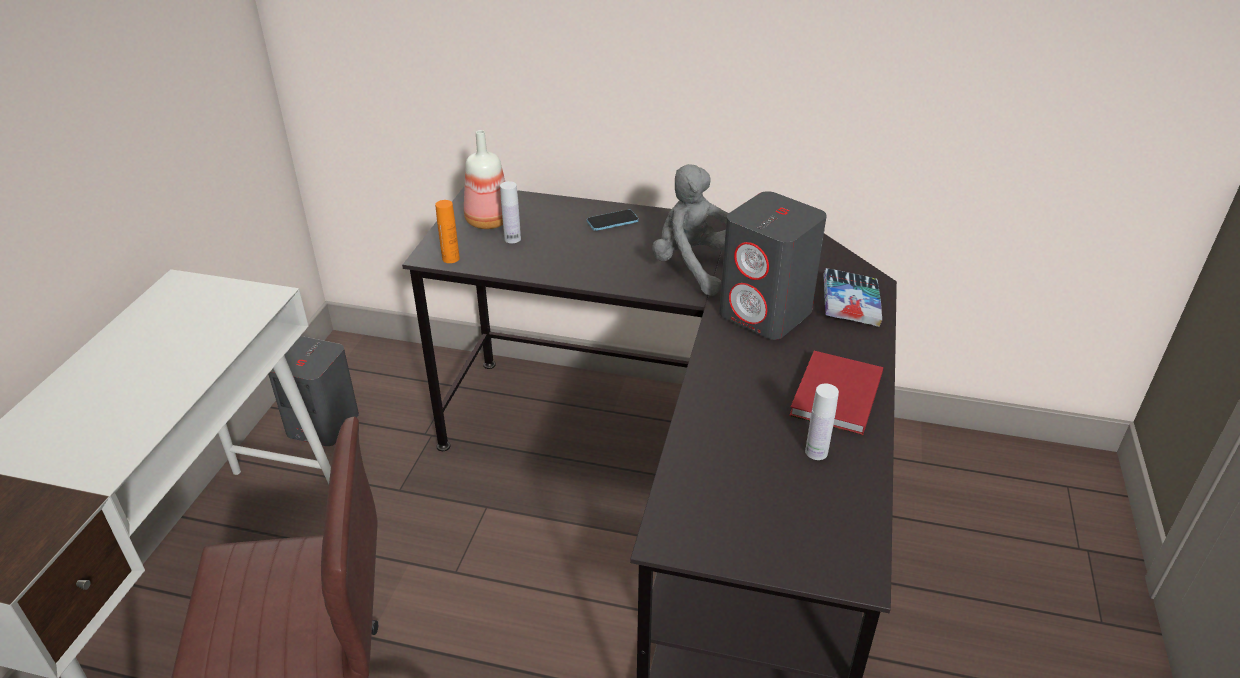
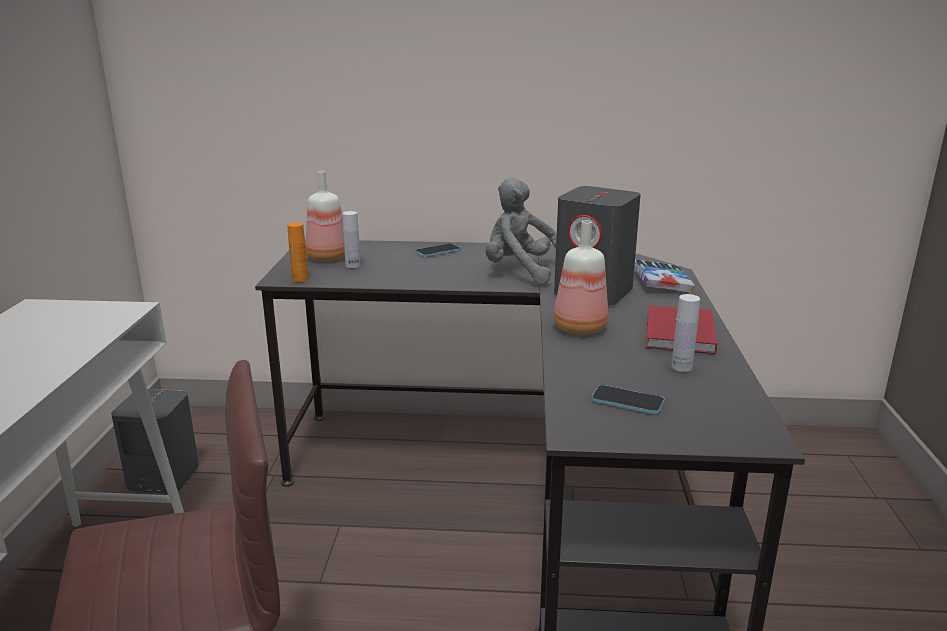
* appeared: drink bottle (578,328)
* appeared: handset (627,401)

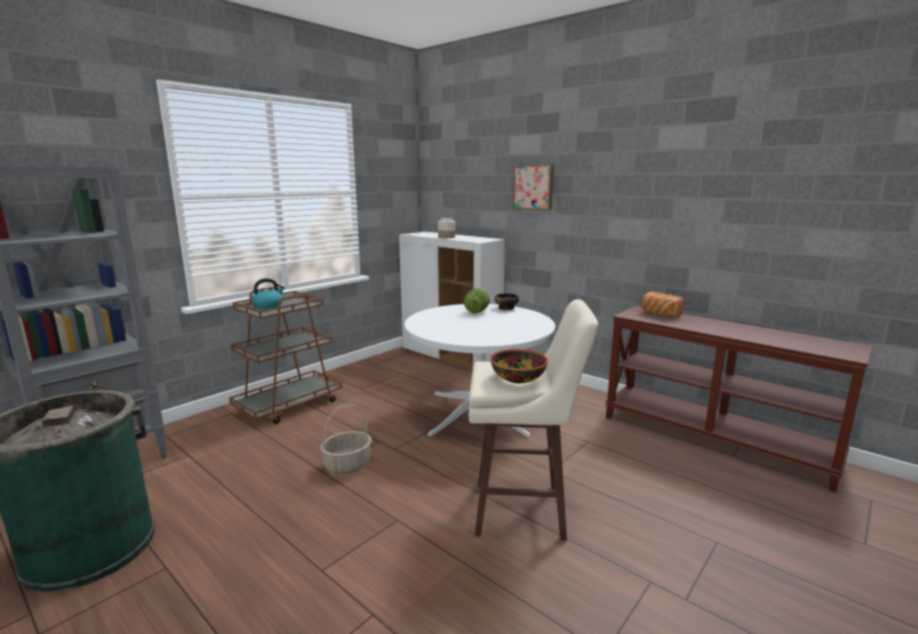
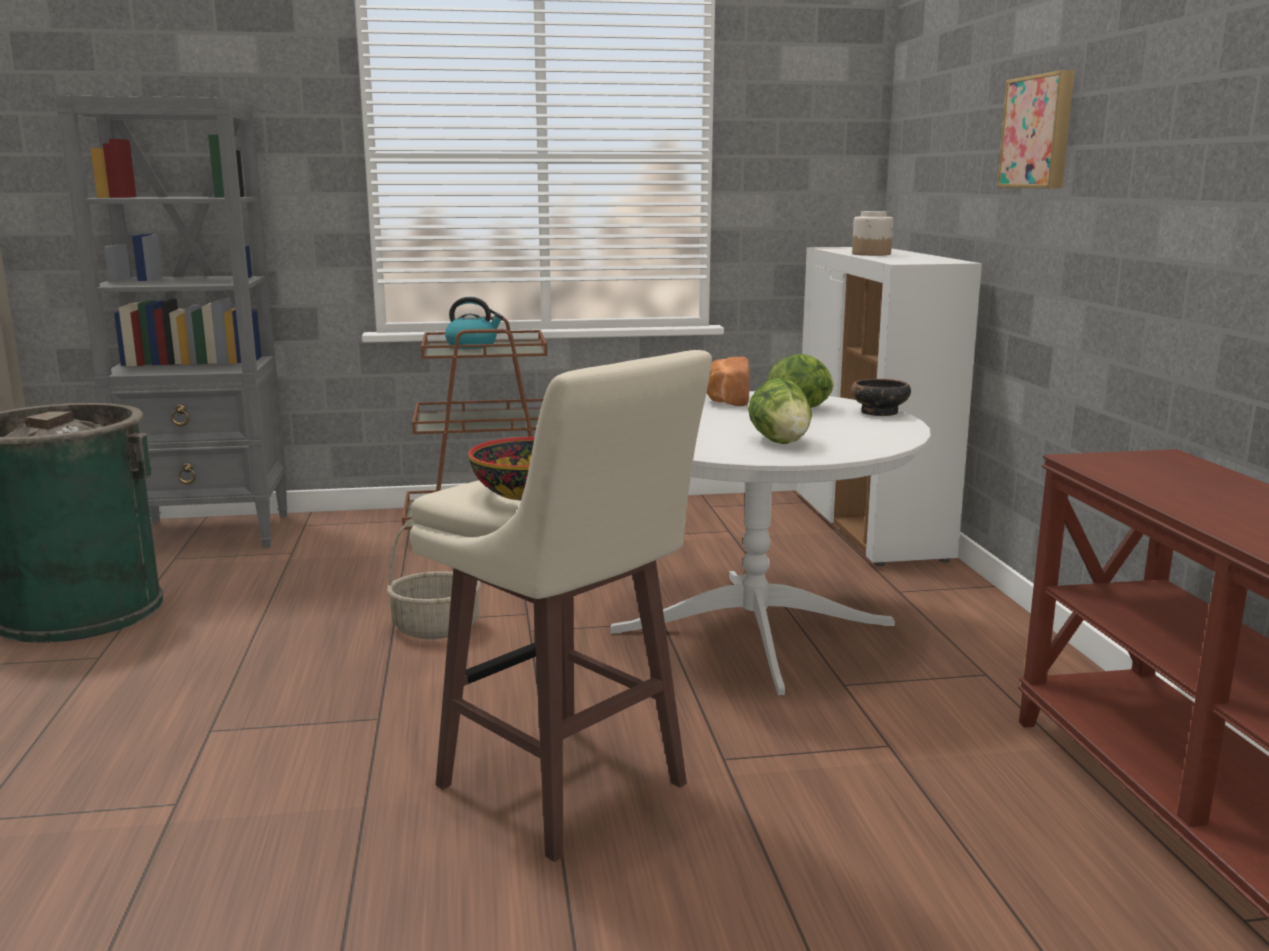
* relocated: bread (658,314) to (726,400)
* appeared: lettuce (780,442)

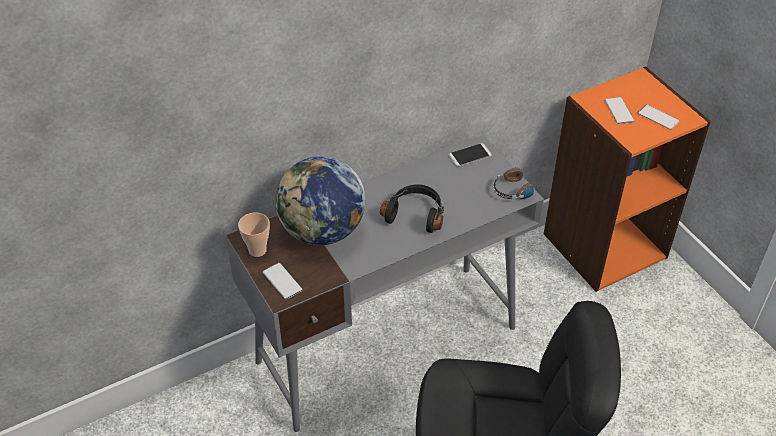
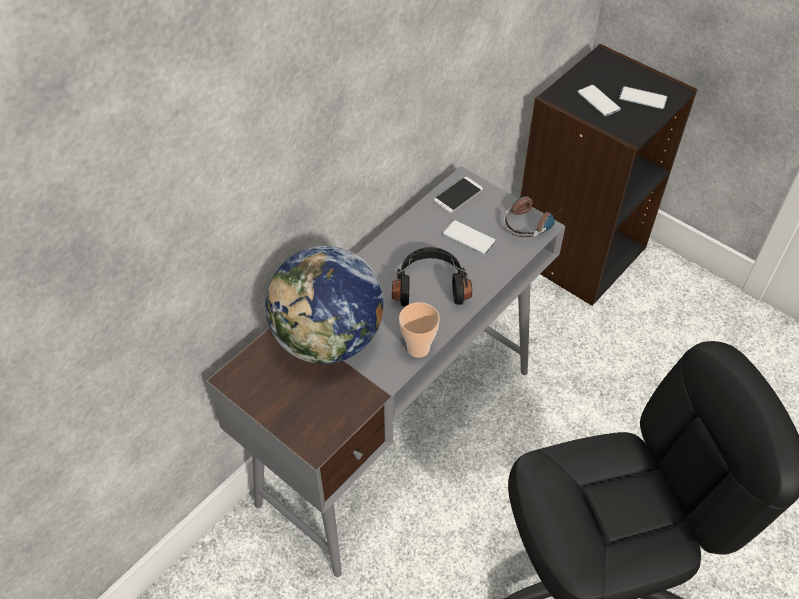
* colour: shelving unit/orangey (604,244) to shelving unit/blackish (577,251)
* relocated: small cup (257,250) to (418,348)
* relocated: handset (282,281) to (469,237)

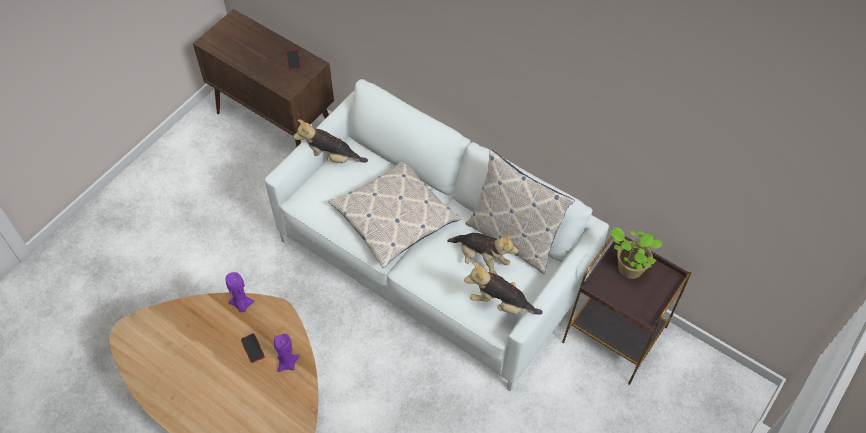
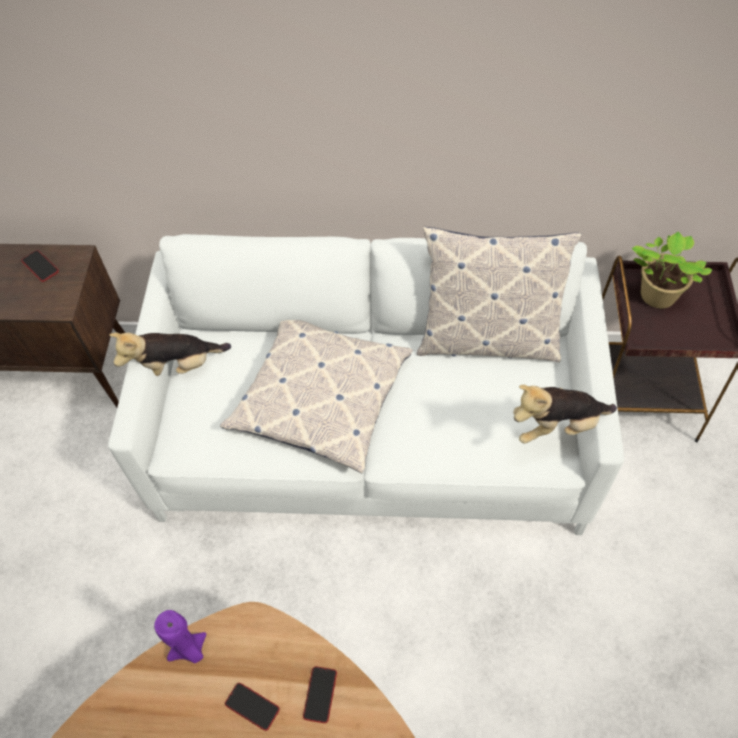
* missing: soft toy (481,259)
* exchanged: wax candle/purplish (287,363) to handset (320,694)

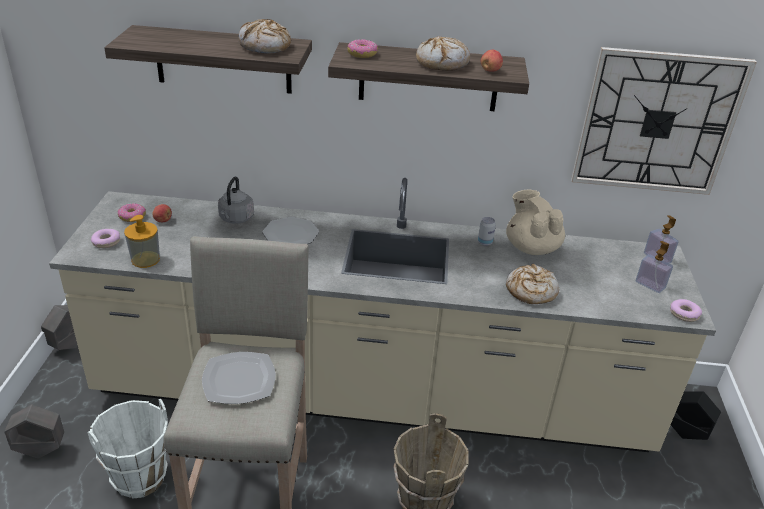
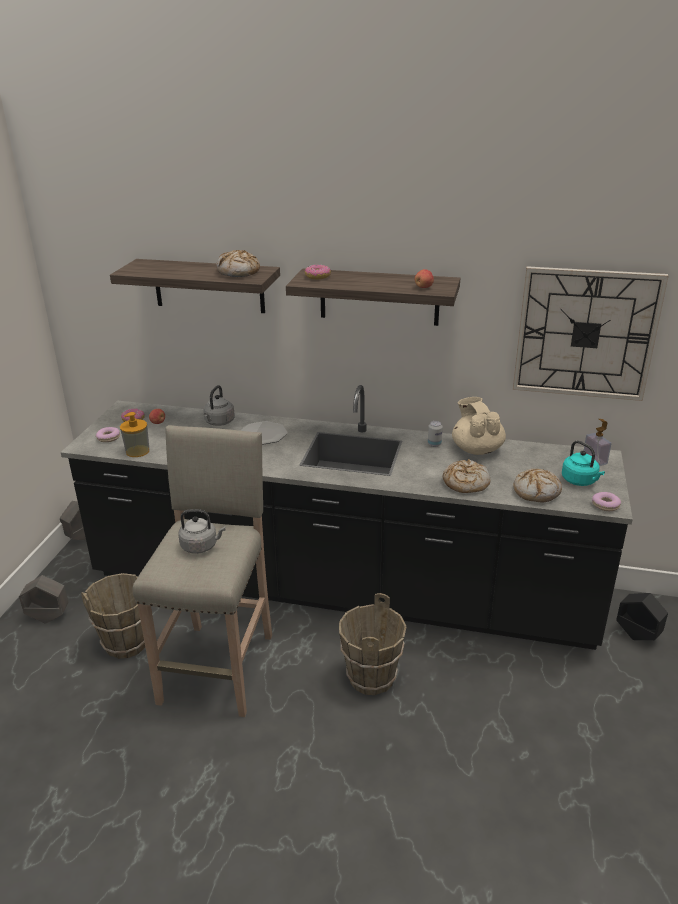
* relocated: bread (442,63) to (536,491)
* colour: kitchen base unit/beige-coloured (373,396) to kitchen base unit/blackish (340,589)
* exchanged: liquid soap bottle (650,285) to kettle/blue-green (580,481)
* exchanged: flat dish (239,379) to kettle/gray (201,546)
* colour: pail/white-coloured (139,477) to pail/brownish (126,643)

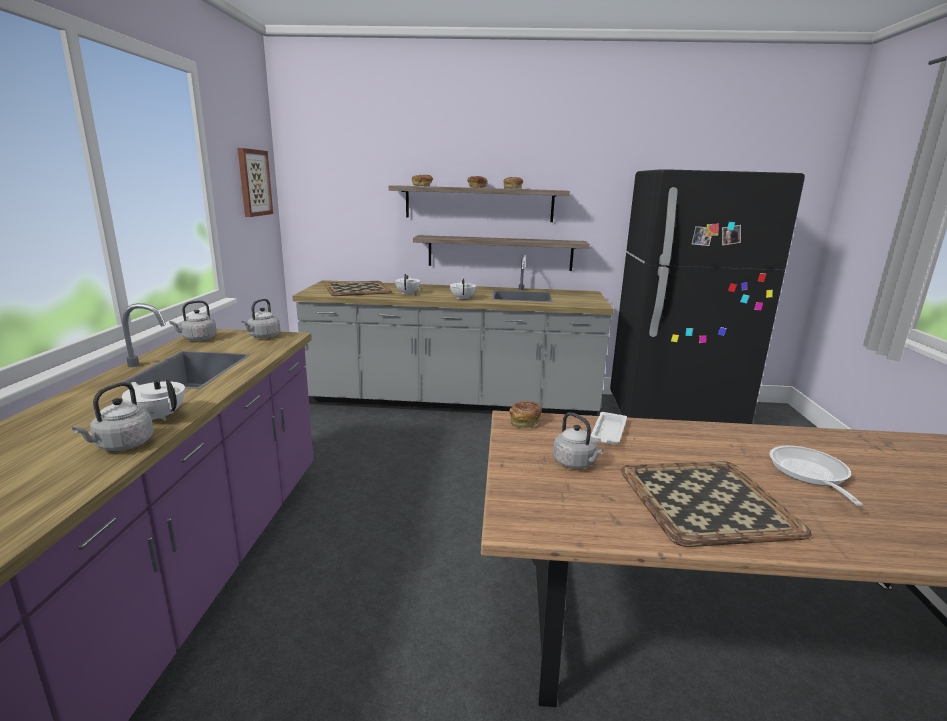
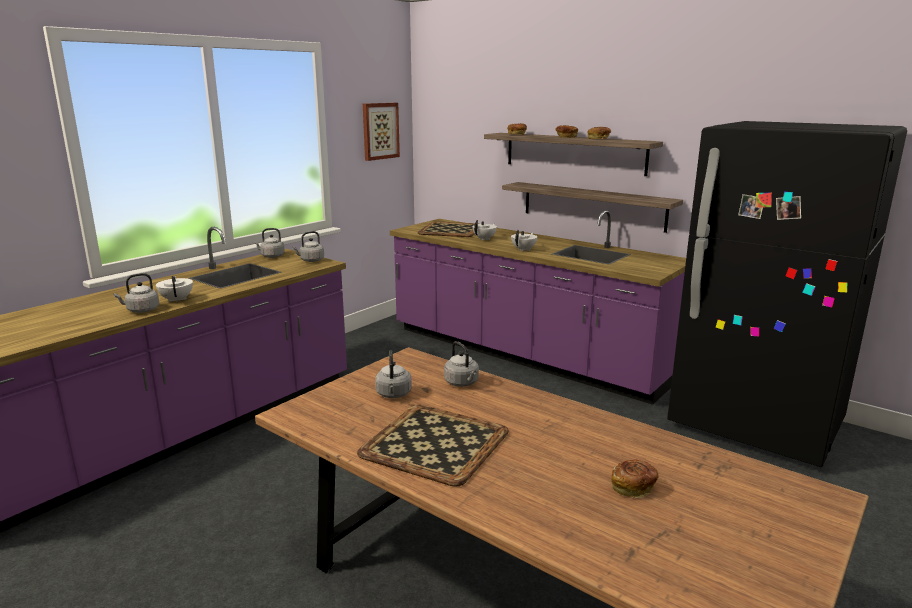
* colour: kitchen base unit/gray (453,402) to kitchen base unit/purplish (525,354)
* relocated: bread (525,422) to (633,487)
* exchanged: serving tray/white-coloured (608,432) to kettle/gray (462,383)
* missing: skillet (810,474)

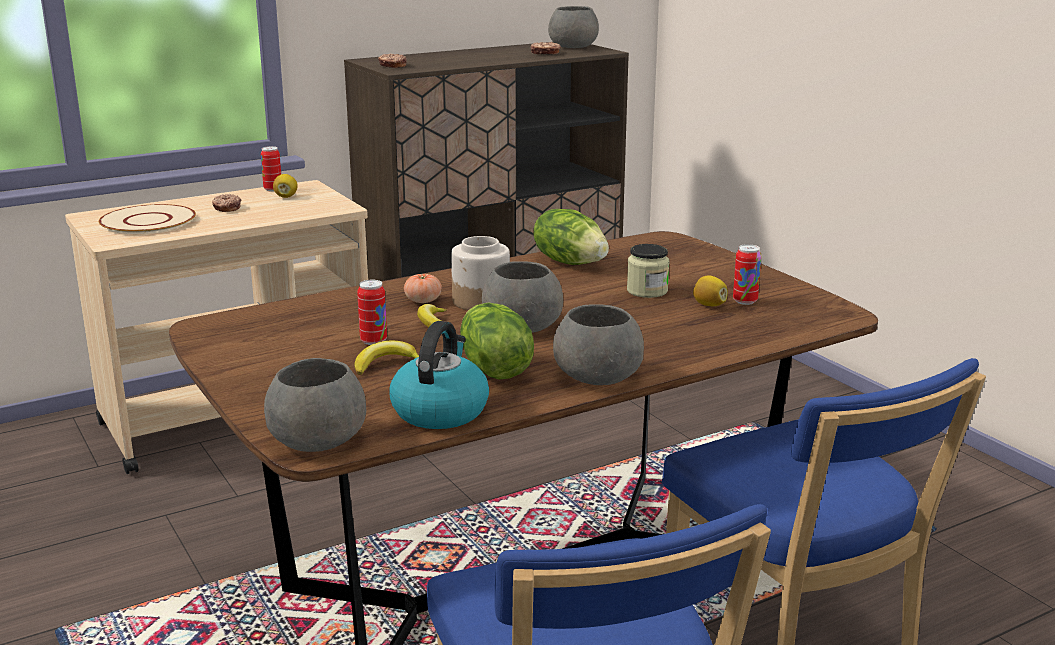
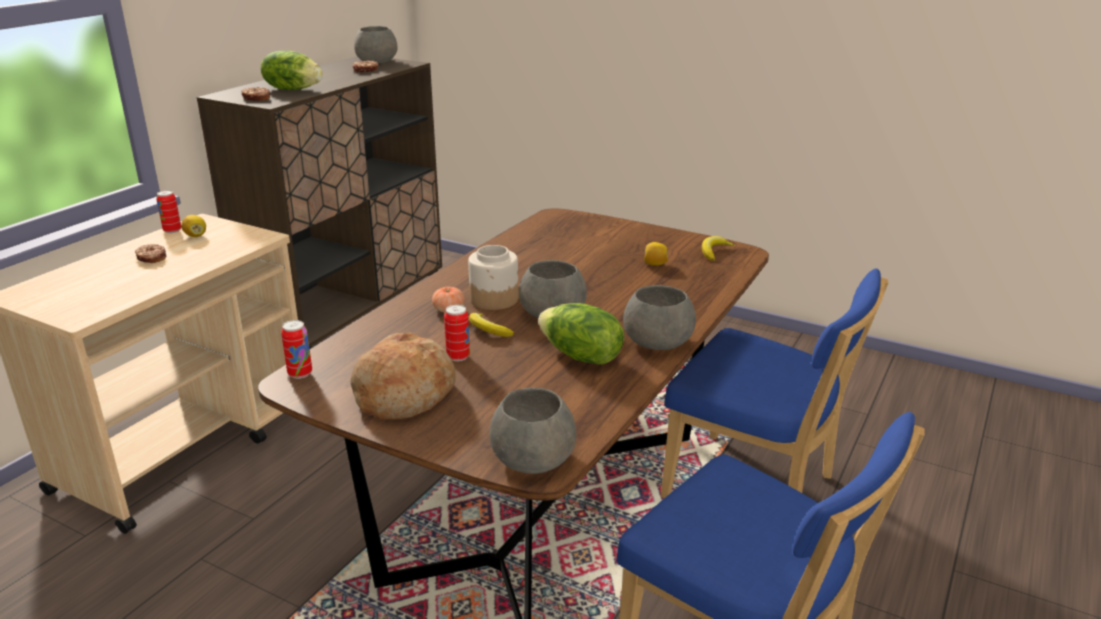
* missing: flat dish/beige-coloured (147,221)
* relocated: lettuce (570,262) to (293,89)
* missing: storage jar (647,291)
* relocated: metal can (745,301) to (300,374)
* missing: kettle (440,410)
* relocated: whole banana (386,364) to (714,252)
* appeared: bread (404,394)

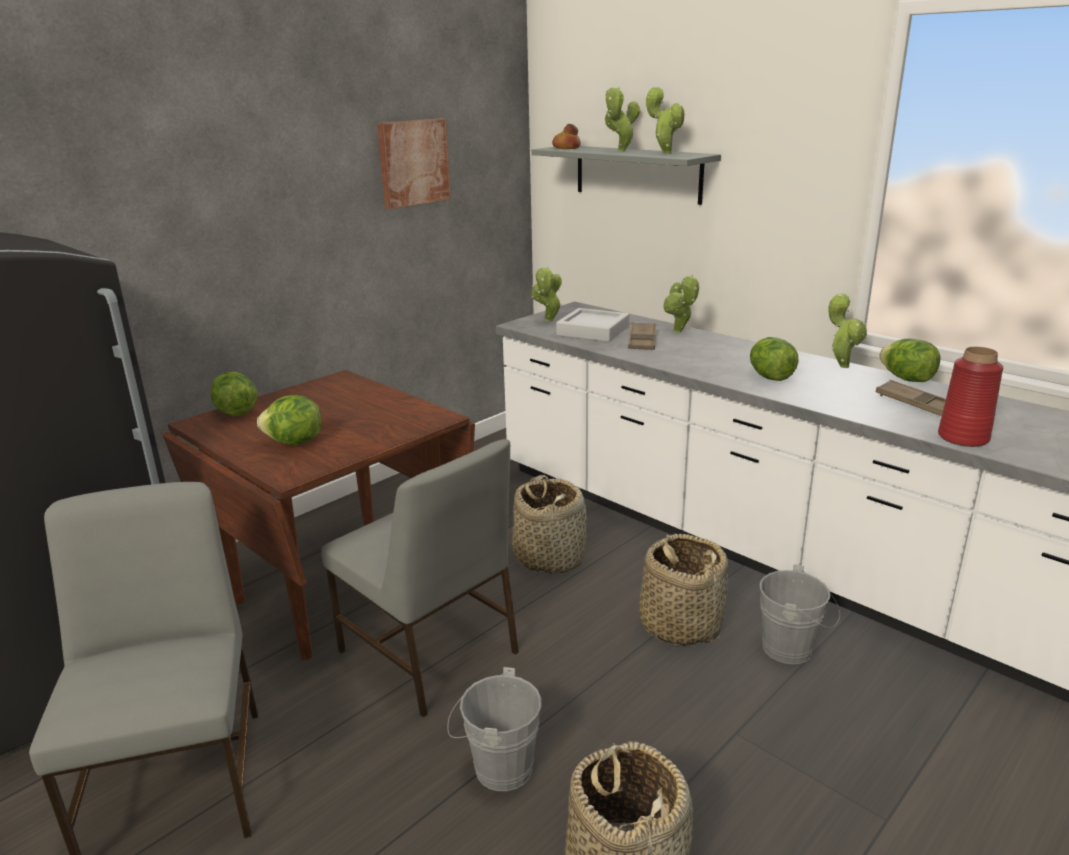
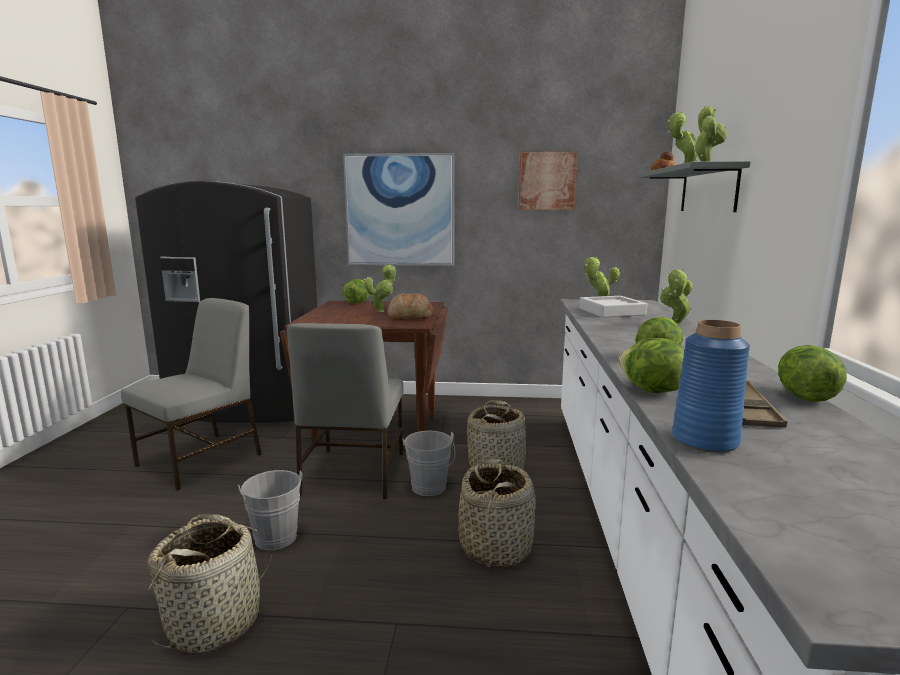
* relocated: potted plant (842,365) to (382,311)
* missing: serving tray/brownish (642,341)
* colour: vase/red (962,437) to vase/bluish (704,440)
* relocated: lettuce (294,443) to (651,391)
* relocated: pail/gray (793,650) to (430,489)
* appeared: wall picture (400,210)
* appeared: bread (409,317)

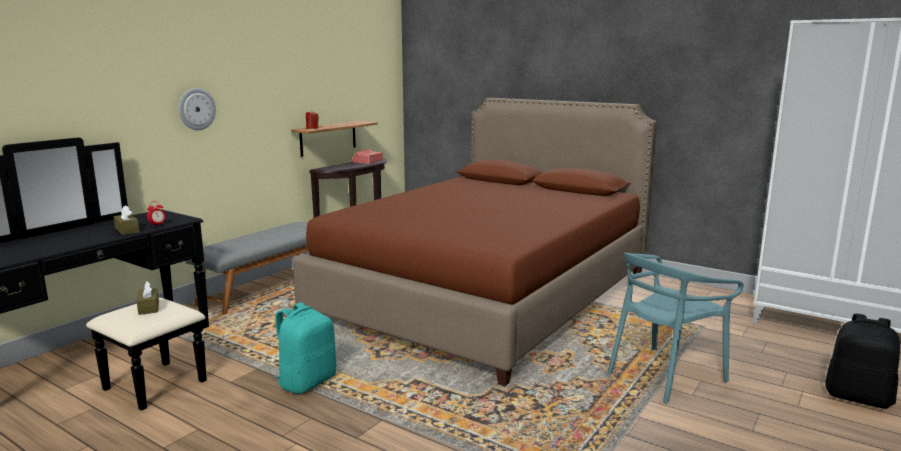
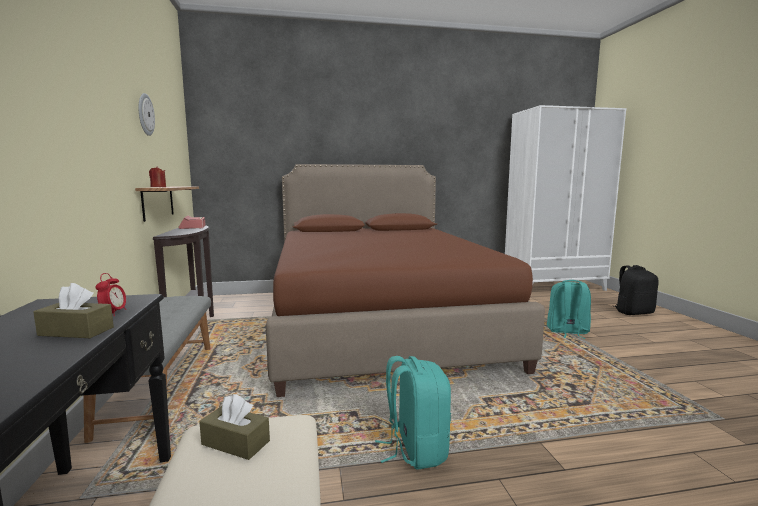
* relocated: wall clock (196,109) to (145,114)
* exchanged: plain chair/blue-green (664,375) to backpack/blue-green (567,332)

